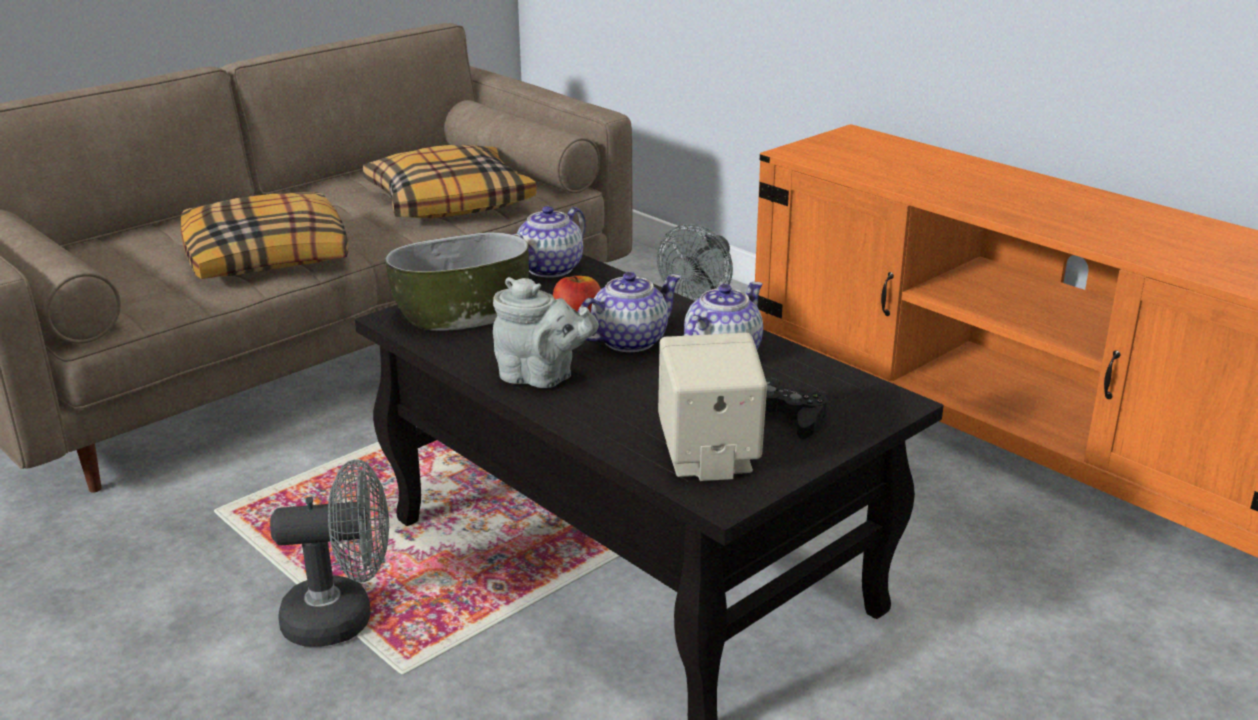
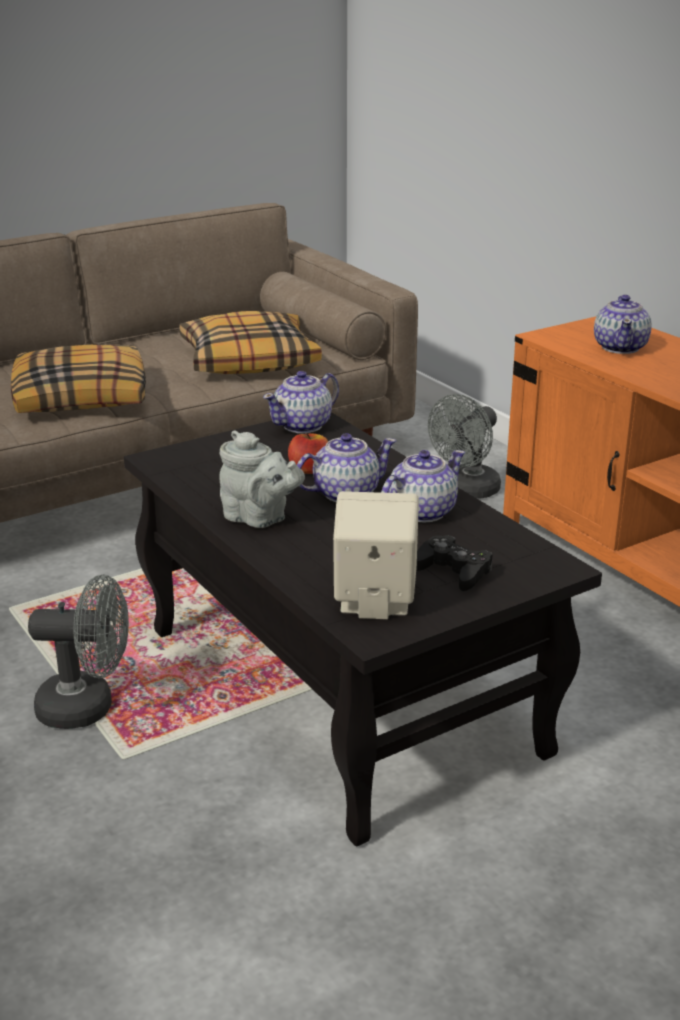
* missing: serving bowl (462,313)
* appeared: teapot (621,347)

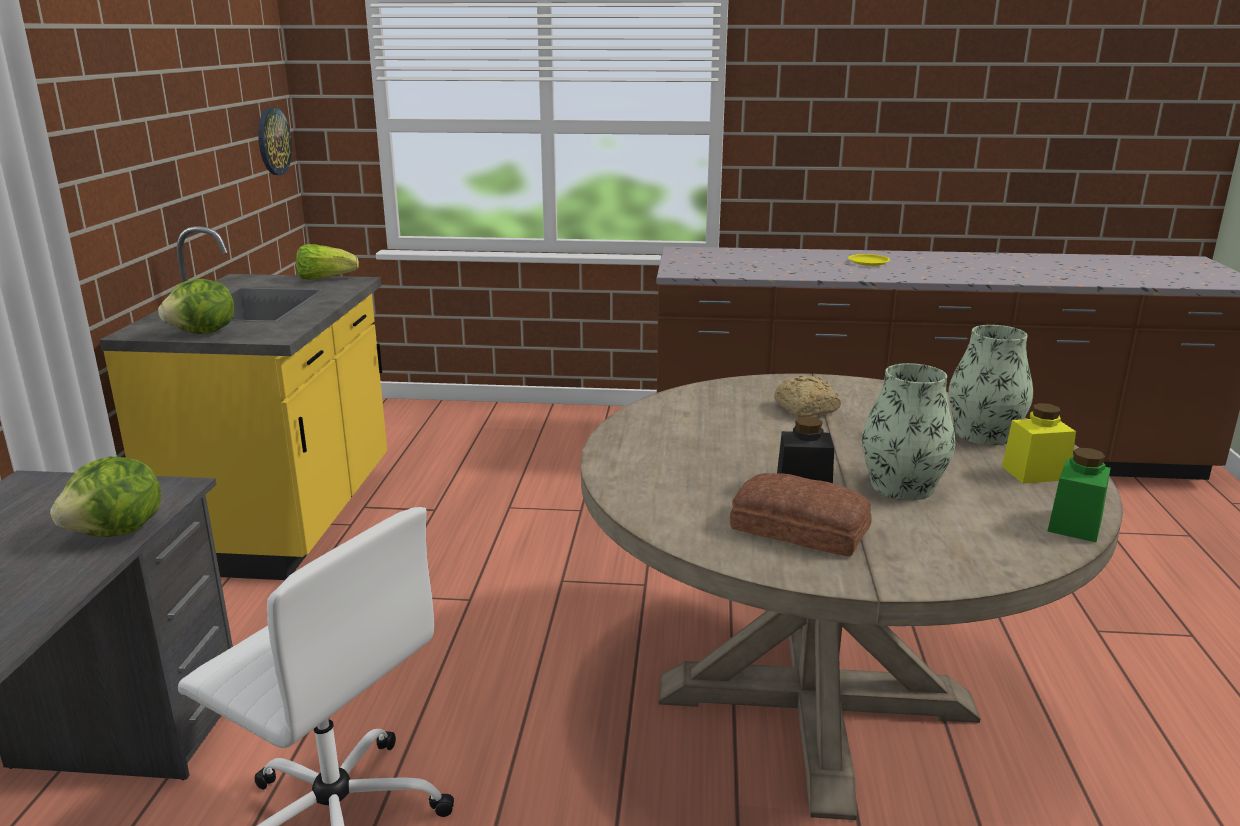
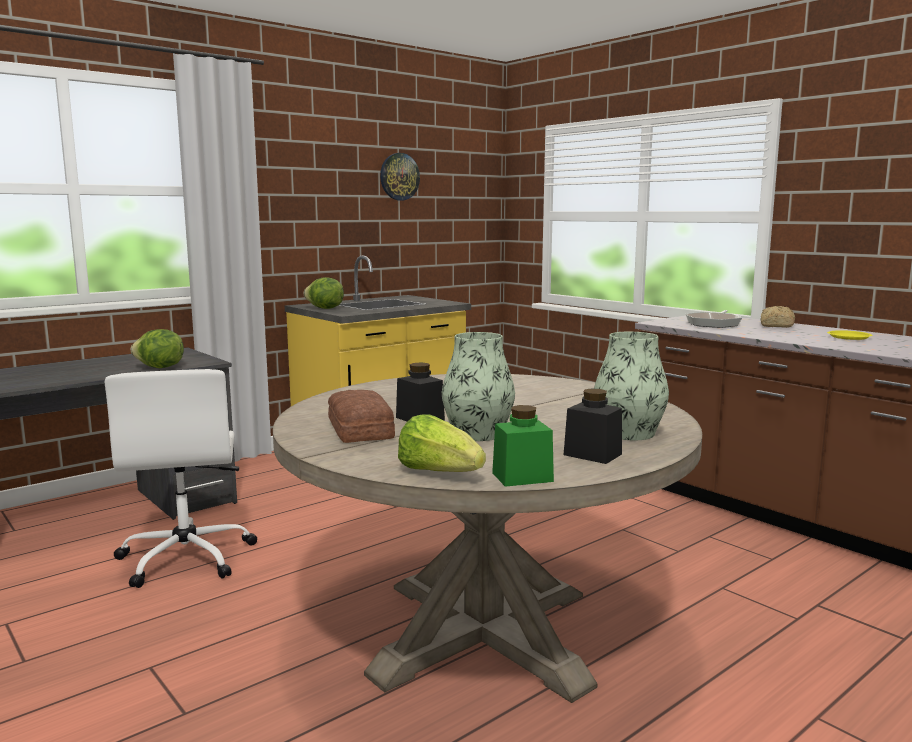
* relocated: wall clock (273,141) to (399,176)
* relocated: lettuce (325,279) to (439,472)
* relocated: bread (805,409) to (776,326)
* colour: storage jar/yellow-coloured (1035,473) to storage jar/blackish (592,454)
* appeared: skillet (714,323)

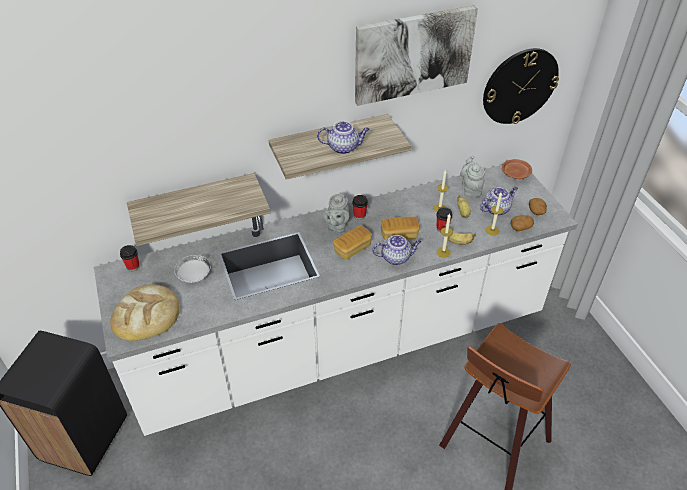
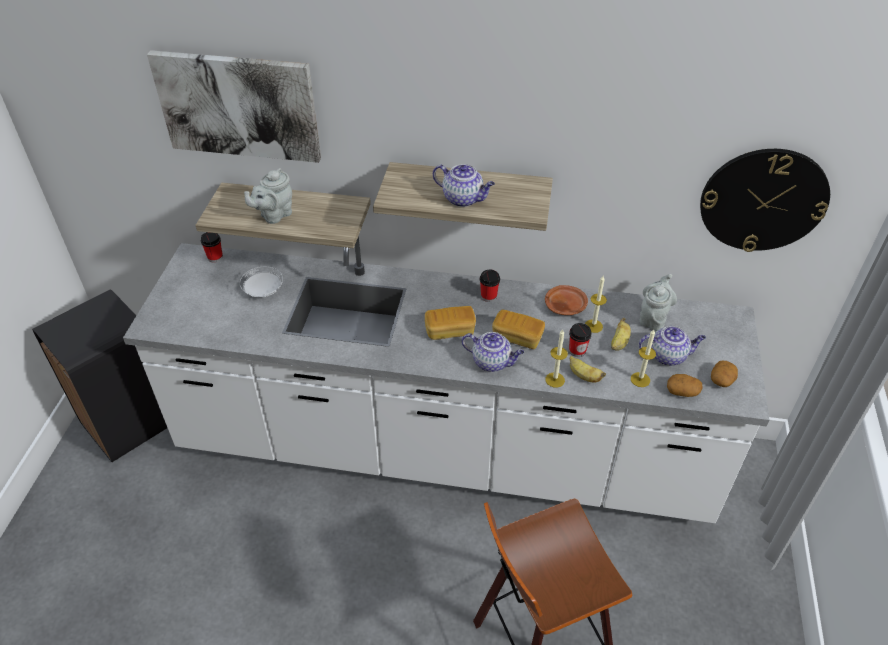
* relocated: wall picture (413,54) to (238,105)
* relocated: flat dish/brownish (515,173) to (565,306)
* relocated: teapot/gray (337,226) to (274,215)
* missing: bread (146,315)

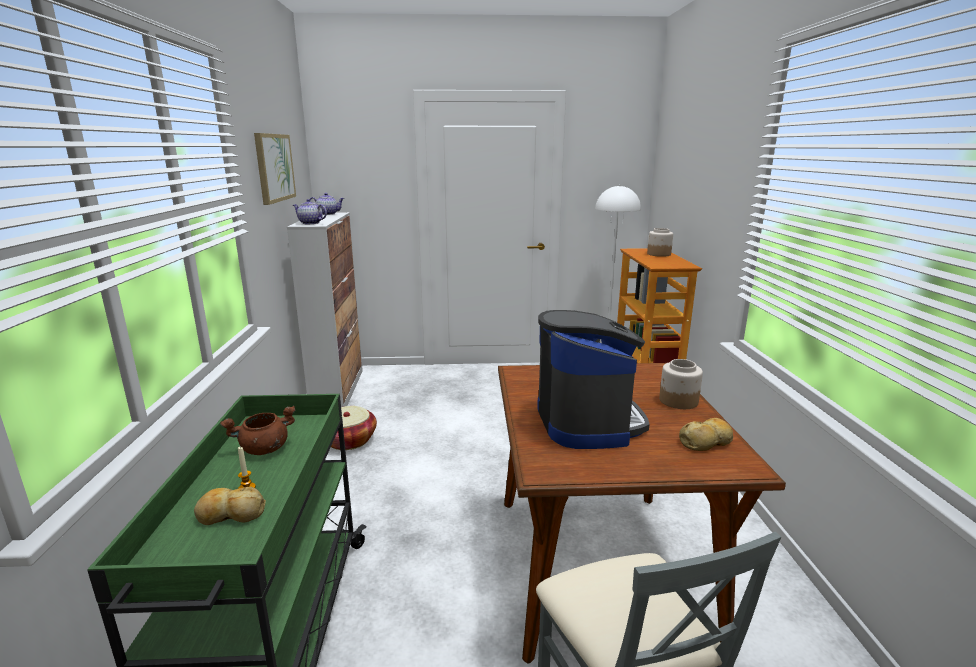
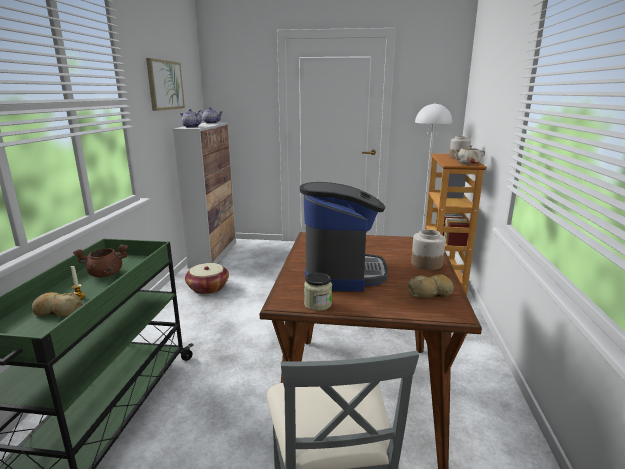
* appeared: teapot/beige-coloured (467,163)
* appeared: storage jar (317,304)

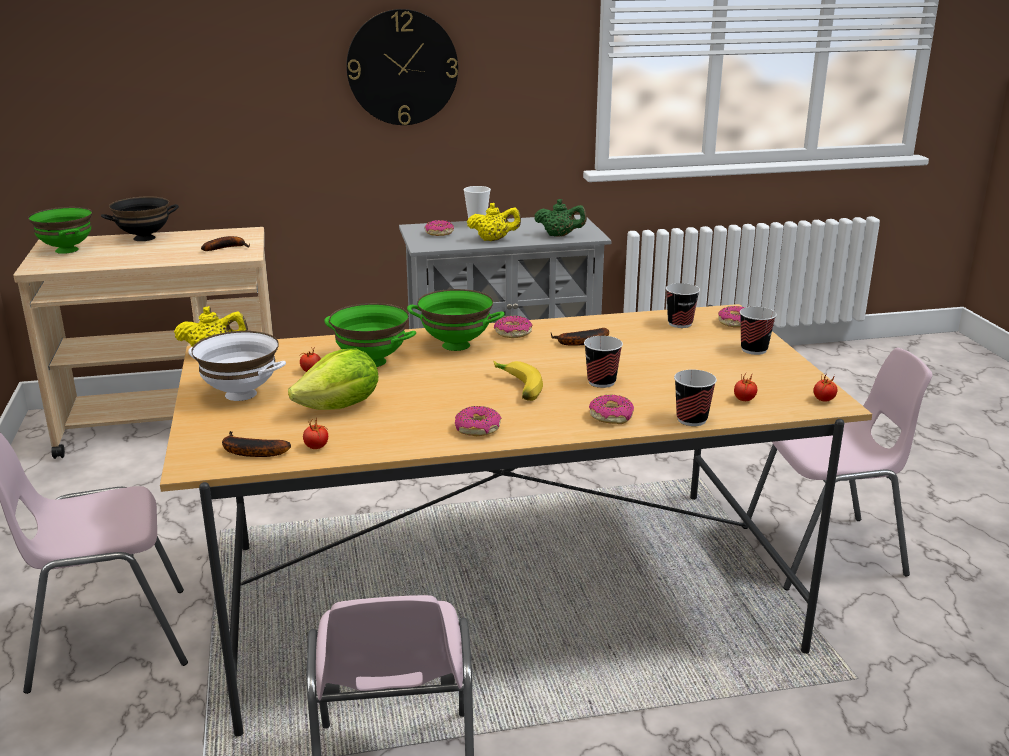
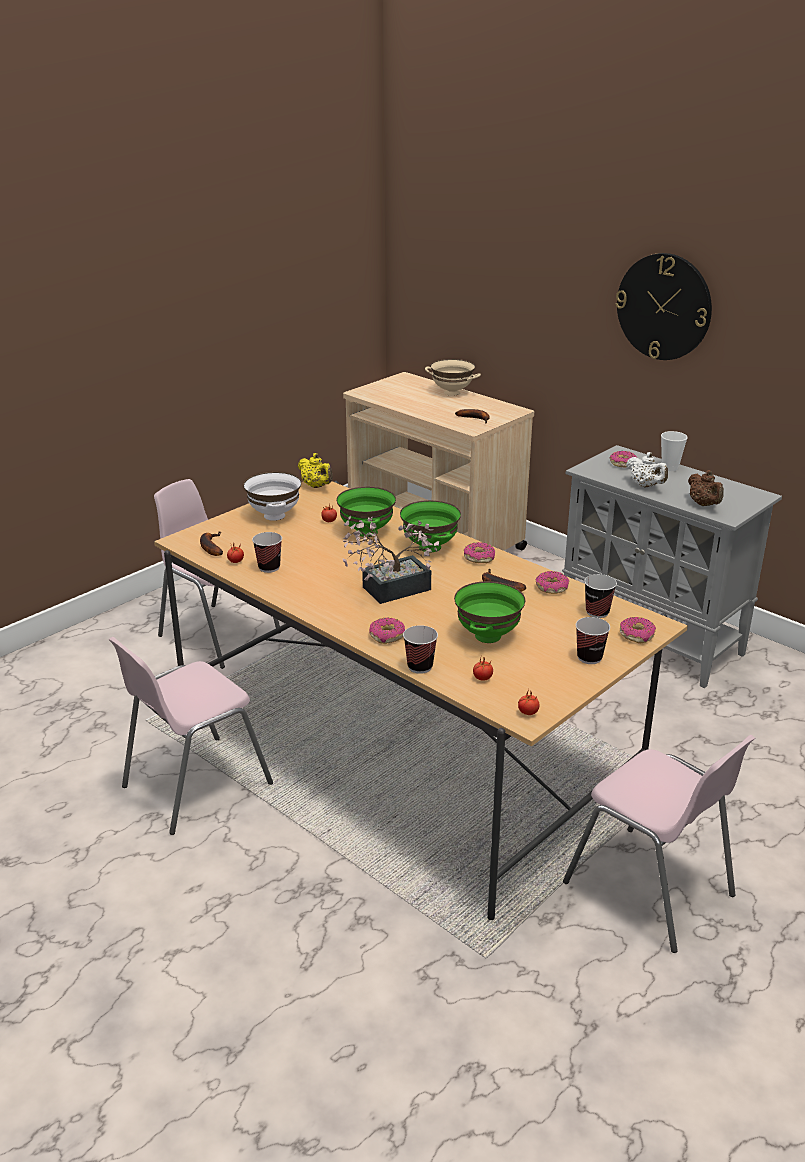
* colour: serving bowl/blackish (144,238) to serving bowl/beige-coloured (451,392)
* colour: teapot/greenish (560,235) to teapot/brownish (704,504)
* colour: teapot/yellow-coloured (494,240) to teapot/white-coloured (645,486)
* relocated: serving bowl/greenish (66,250) to (487,636)
* relocated: small cup (601,382) to (269,567)
* missing: lettuce (340,407)
* exchanged: whole banana (516,388) to potted plant (389,590)
* relocated: doughnut (478,429) to (551,588)

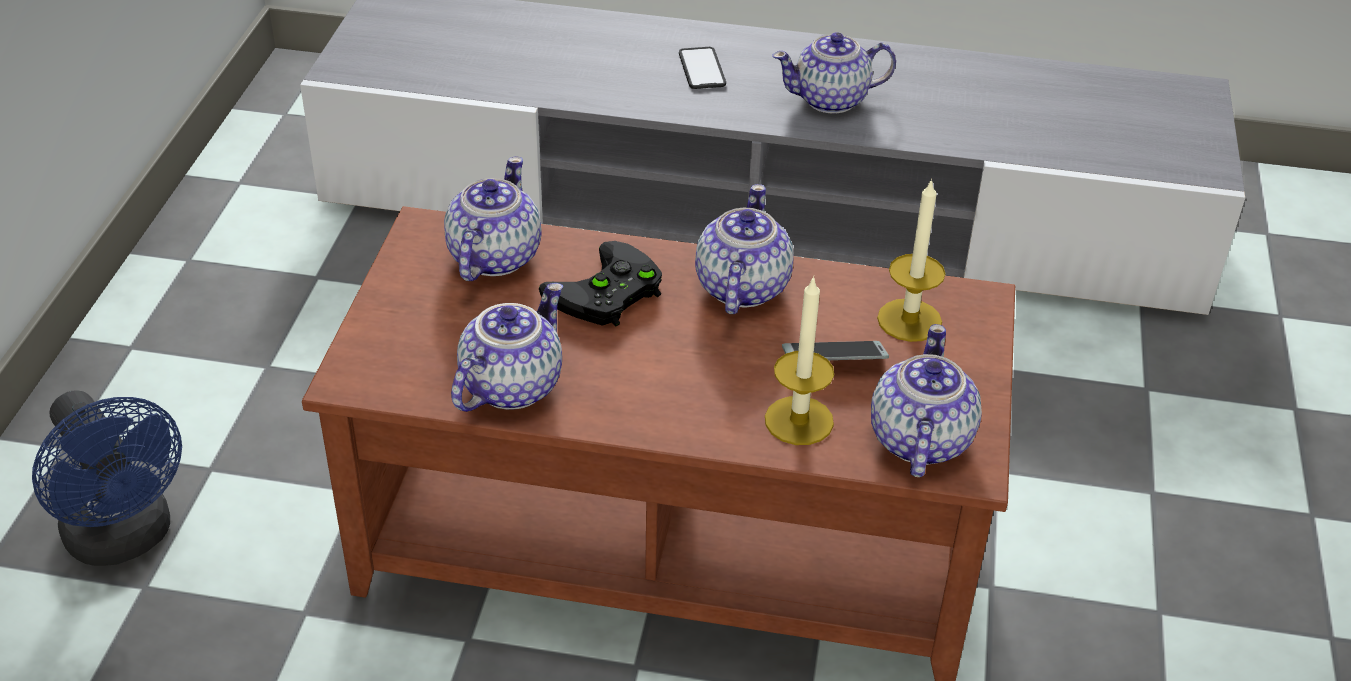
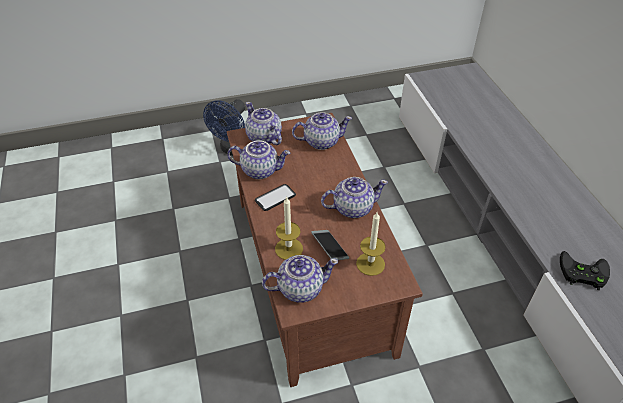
* relocated: teapot (831,100) to (264,138)
* relocated: handset (702,69) to (275,198)
* relocated: joypad/blackish (605,294) to (581,273)

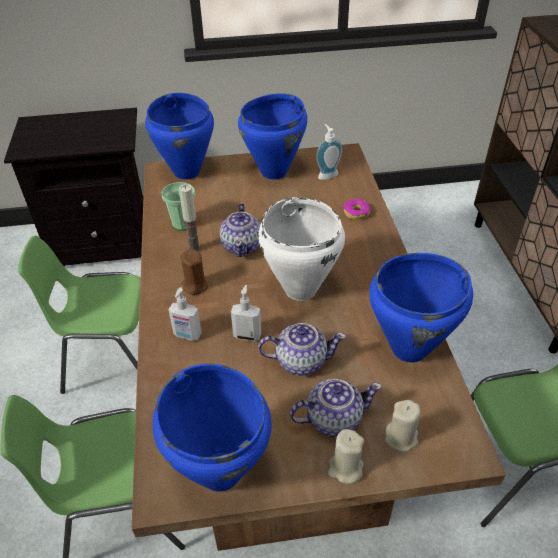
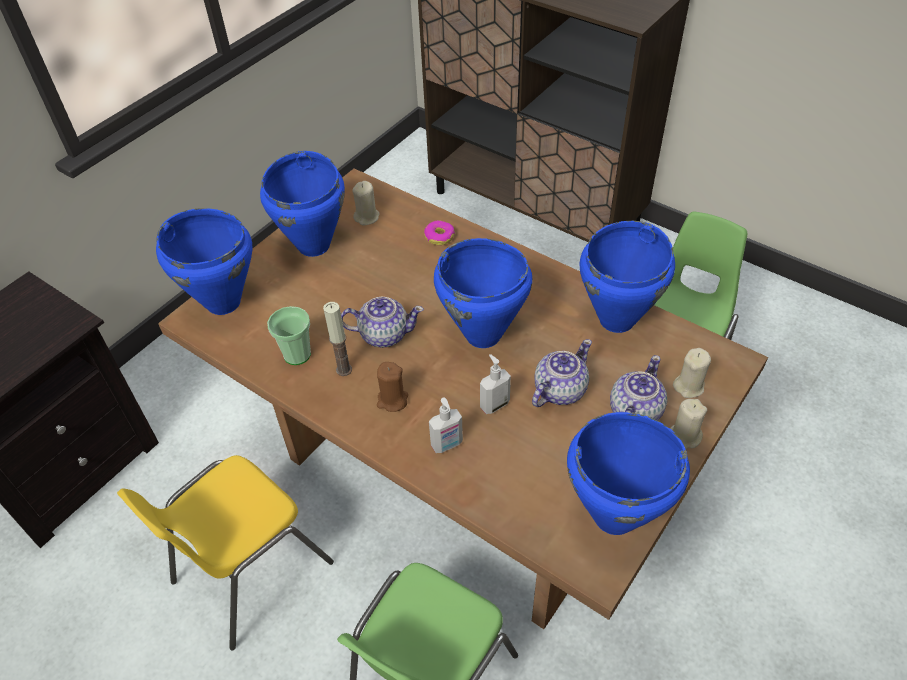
* exchanged: liquid soap bottle (327,175) to wax candle/beige-coloured (367,217)
* colour: cooking pot/white-coloured (300,289) to cooking pot/bluish (483,335)
* spun: teapot (242,246) = (383,334) 45 degrees counterclockwise
* colour: plain chair/greenish (114,361) to plain chair/yellow-coloured (249,572)

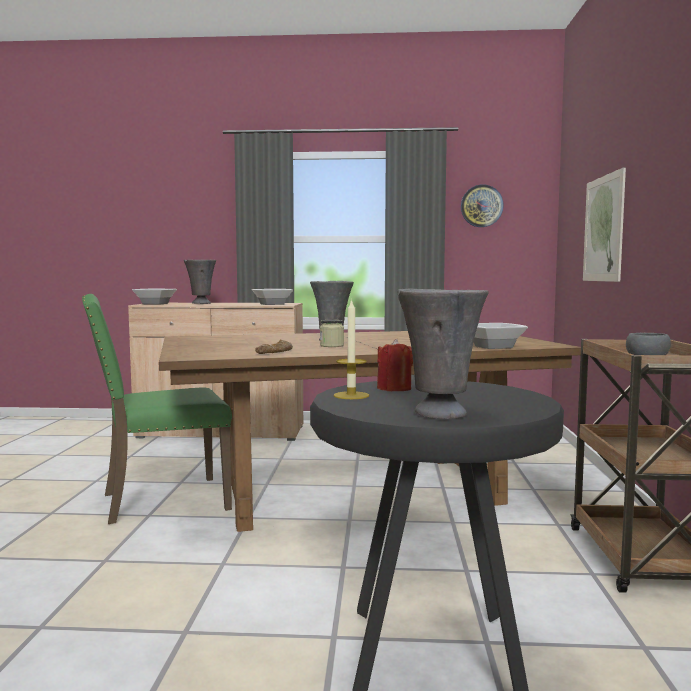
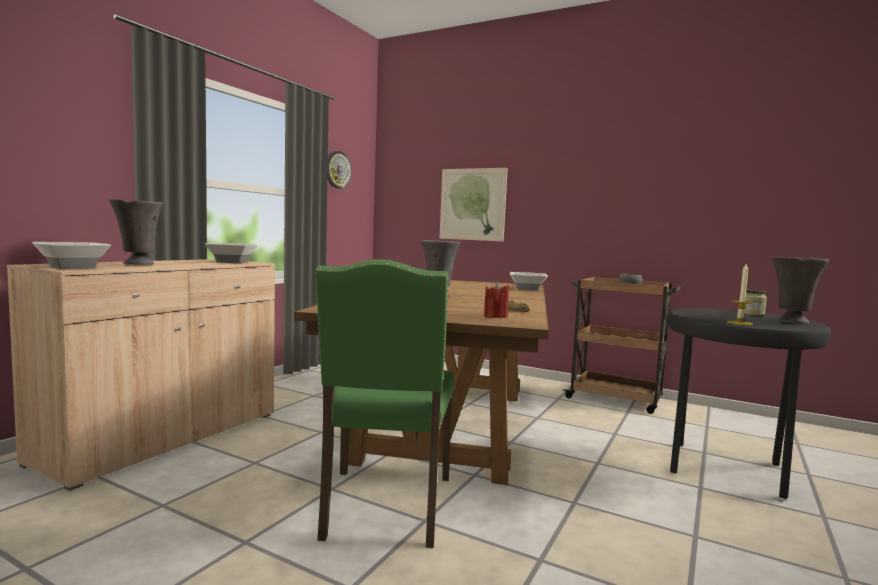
* relocated: storage jar (332,345) to (752,313)
* relocated: wax candle/red (394,389) to (495,316)

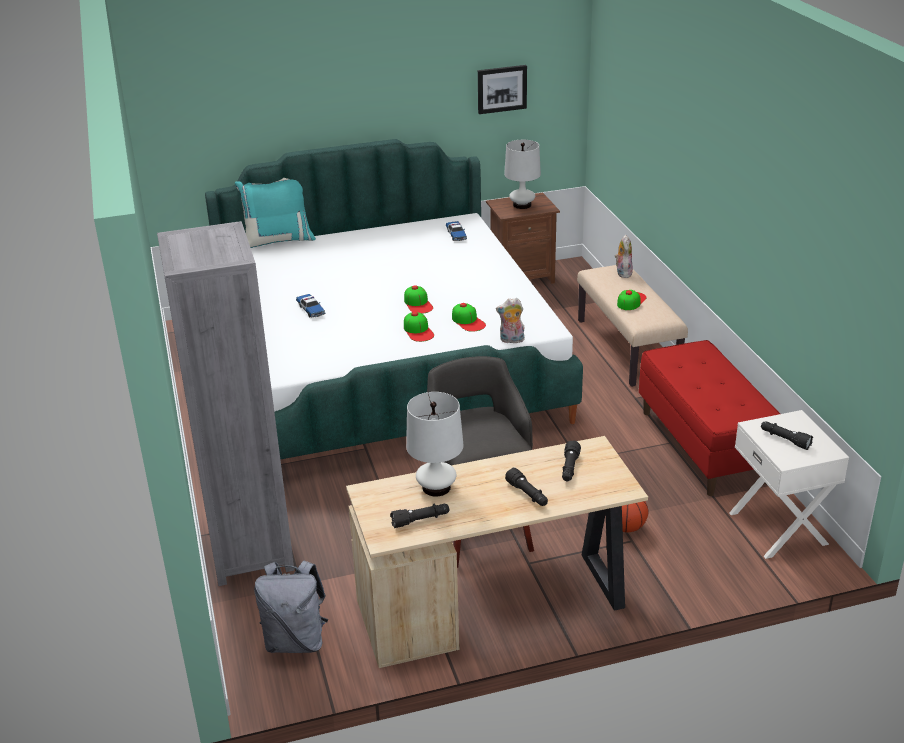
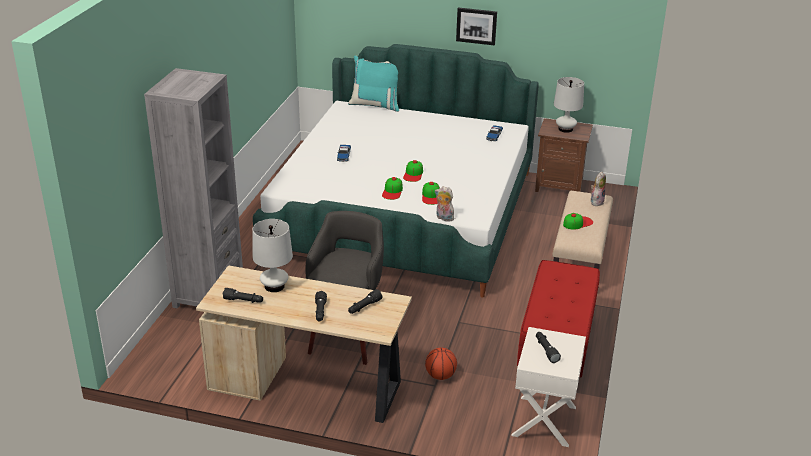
* relocated: wall picture (501,89) to (476,26)
* missing: backpack/gray (296,641)

